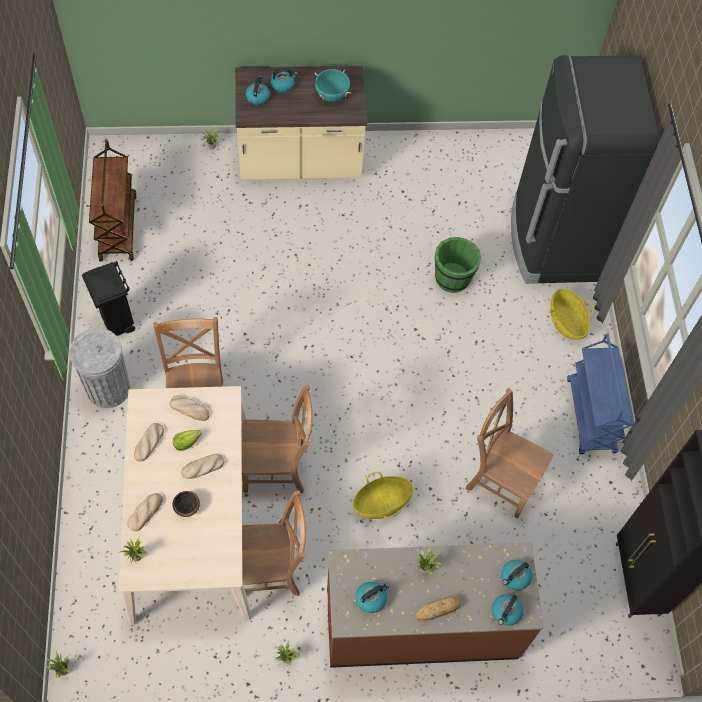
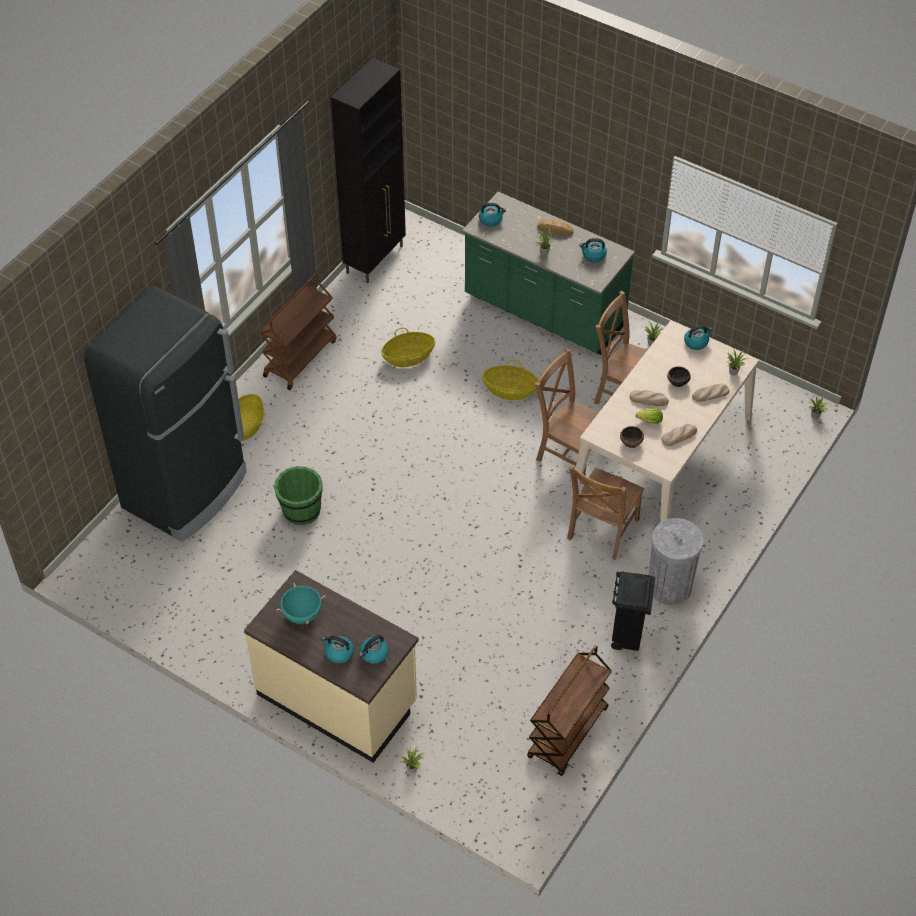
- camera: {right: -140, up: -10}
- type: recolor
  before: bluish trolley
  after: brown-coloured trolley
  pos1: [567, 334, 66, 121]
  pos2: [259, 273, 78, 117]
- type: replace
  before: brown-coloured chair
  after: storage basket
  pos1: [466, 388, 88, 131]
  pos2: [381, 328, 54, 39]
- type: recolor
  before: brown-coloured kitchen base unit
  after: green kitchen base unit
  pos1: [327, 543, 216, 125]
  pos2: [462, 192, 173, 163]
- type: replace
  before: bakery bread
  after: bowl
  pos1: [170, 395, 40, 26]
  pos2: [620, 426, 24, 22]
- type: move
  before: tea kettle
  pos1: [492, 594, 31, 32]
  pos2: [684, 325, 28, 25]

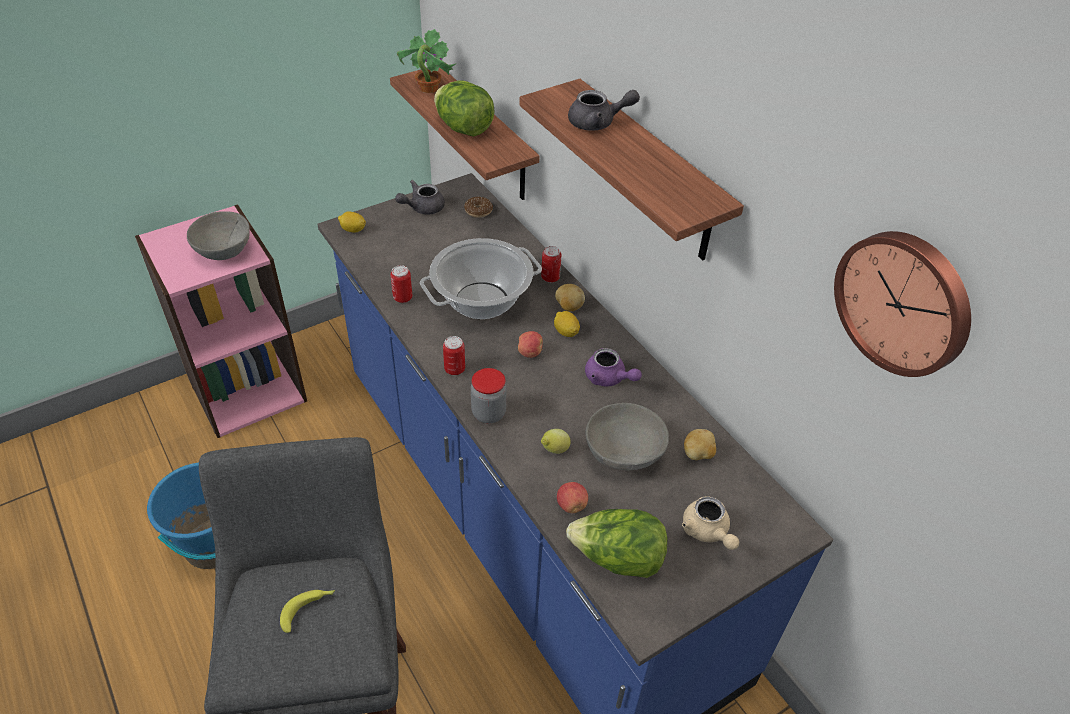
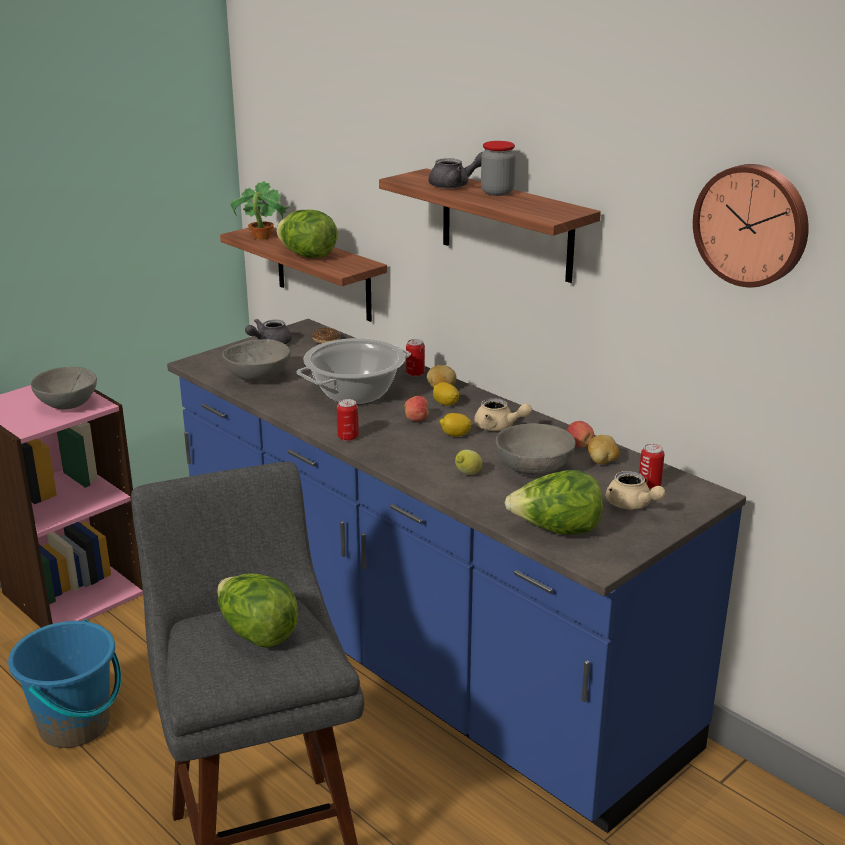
- camera: {right: -10, up: -20}
- type: replace
  before: whole banana
  after: head of lettuce
  pos1: [280, 590, 55, 43]
  pos2: [217, 573, 82, 75]
- type: insert
  after: gray bowl
  pos2: [222, 339, 68, 43]
- type: move
  before: whole lemon
  pos1: [338, 212, 28, 21]
  pos2: [440, 413, 32, 23]
- type: recolor
  before: purple-coloured tea pot
  after: sand-coloured tea pot
  pos1: [585, 348, 57, 39]
  pos2: [474, 398, 58, 33]
- type: move
  before: storage jar
  pos1: [471, 368, 36, 56]
  pos2: [481, 141, 35, 55]
- type: move
  before: apple fruit
  pos1: [557, 482, 31, 31]
  pos2: [567, 421, 27, 27]
- type: move
  before: metal can
  pos1: [390, 265, 22, 38]
  pos2: [639, 444, 26, 45]

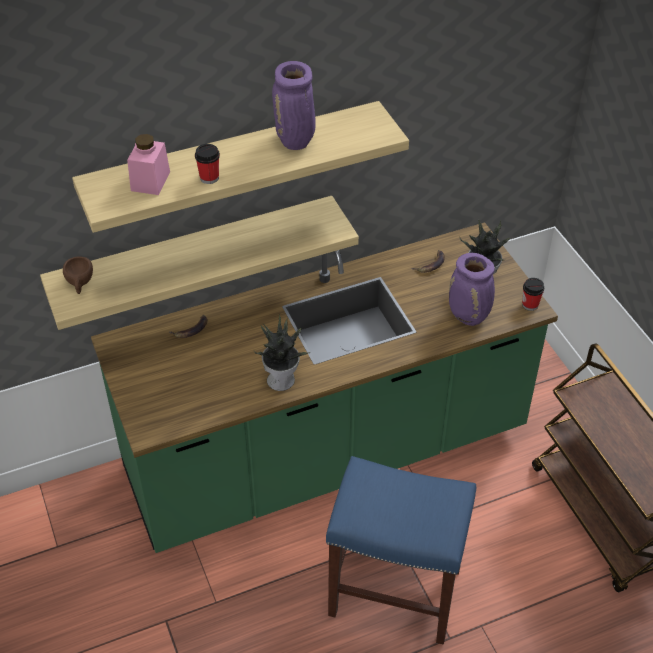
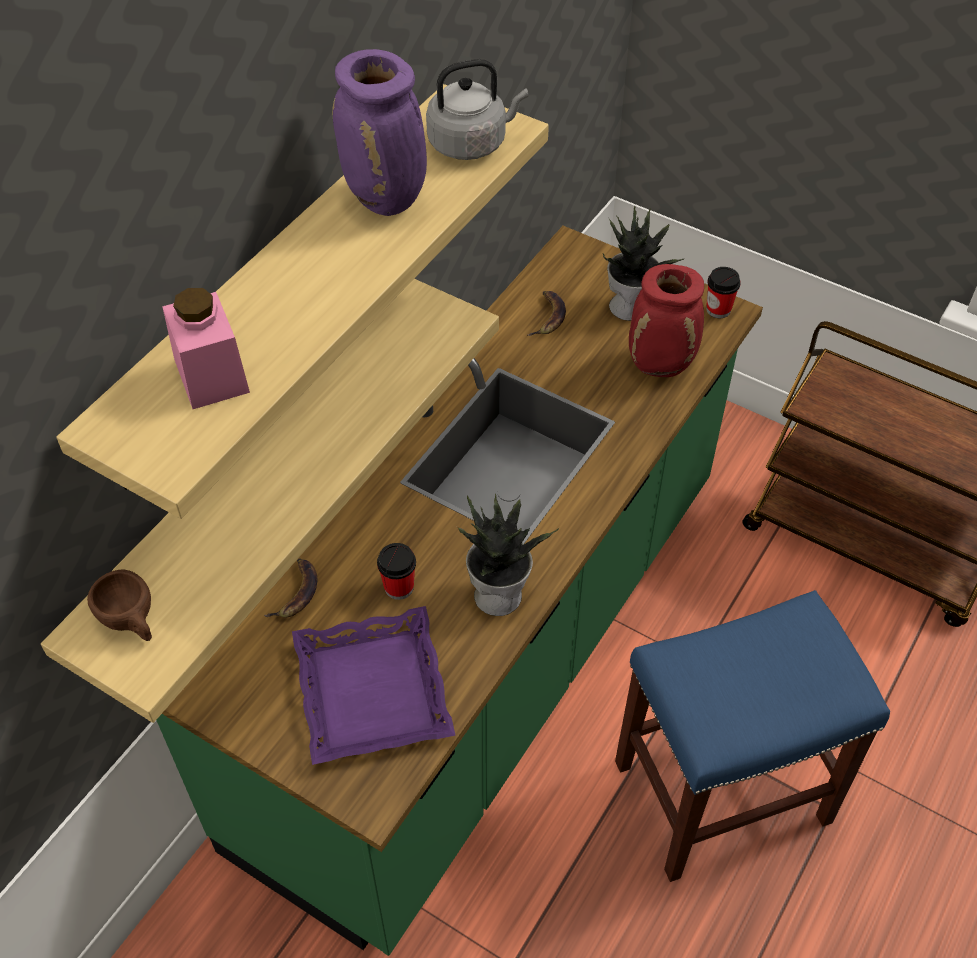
- camera: {right: -35, up: 5}
- type: insert
  after: purple-coloured tray
  pos2: [292, 606, 163, 159]
- type: move
  before: cup
  pos1: [195, 144, 25, 40]
  pos2: [377, 543, 39, 57]
- type: insert
  after: gray tea kettle
  pos2: [426, 59, 102, 101]
- type: recolor
  before: purple-coloured vase
  after: red vase
  pos1: [449, 253, 46, 73]
  pos2: [629, 264, 75, 113]

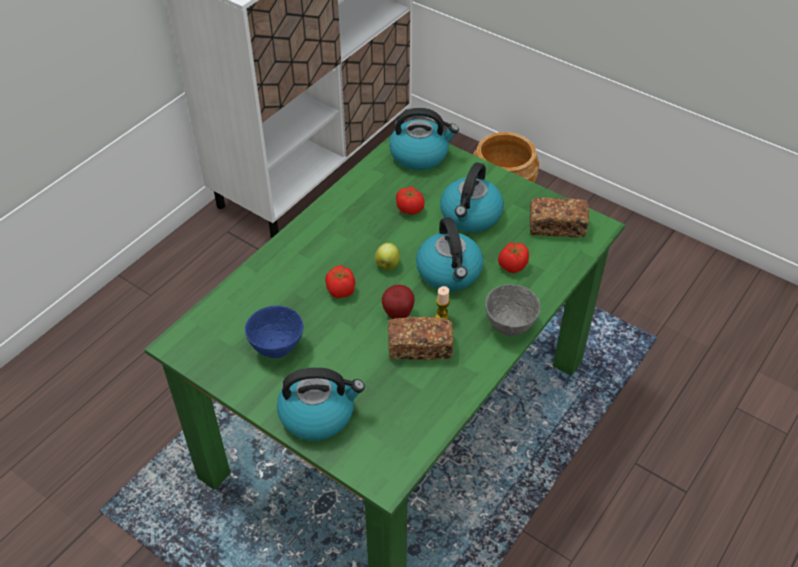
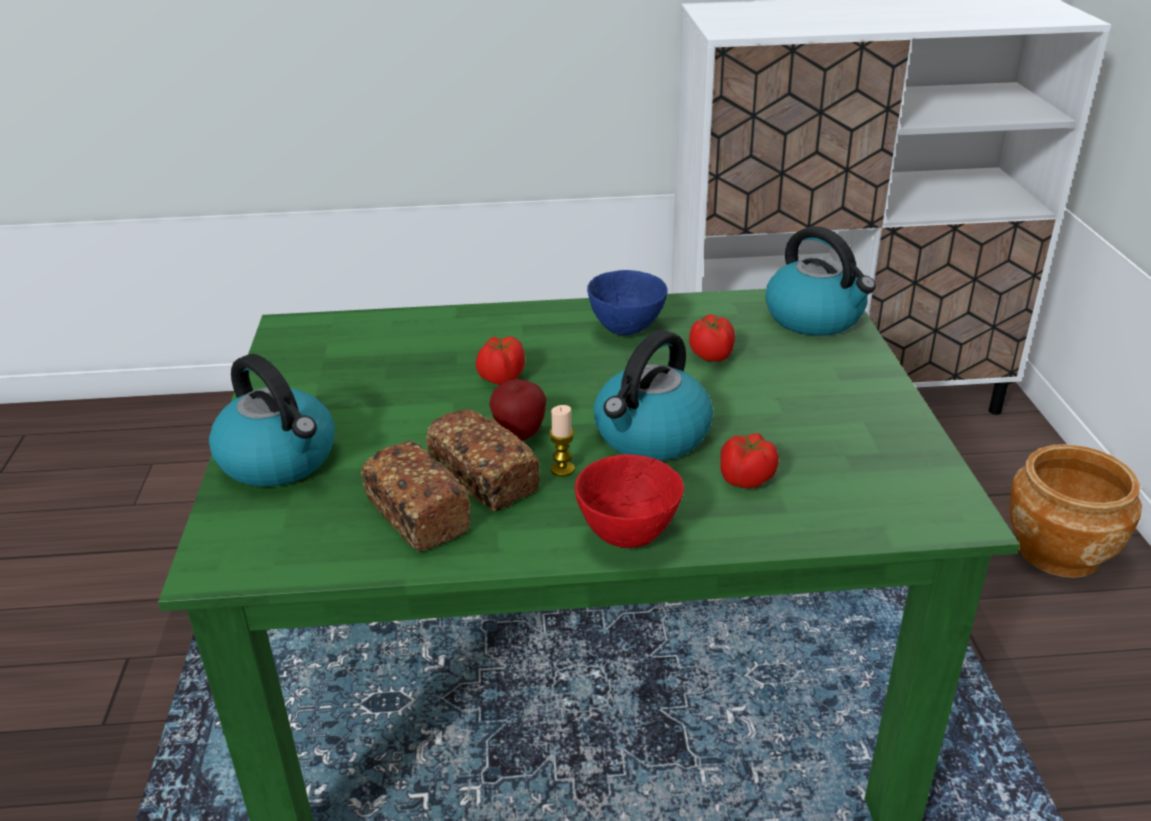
- camera: {right: 50, up: -15}
- type: move
  before: bakery bread
  pos1: [530, 197, 59, 40]
  pos2: [361, 441, 110, 110]
- type: recolor
  before: gray bowl
  after: red bowl
  pos1: [485, 284, 56, 52]
  pos2: [574, 454, 110, 94]
- type: move
  before: bluish bowl
  pos1: [245, 305, 59, 53]
  pos2: [587, 270, 81, 65]
- type: delete
  before: apple fruit
  pos1: [375, 243, 25, 27]
- type: delete
  before: tea kettle
  pos1: [440, 162, 64, 70]

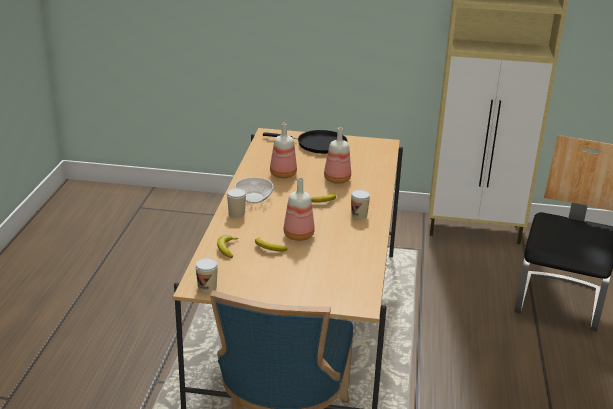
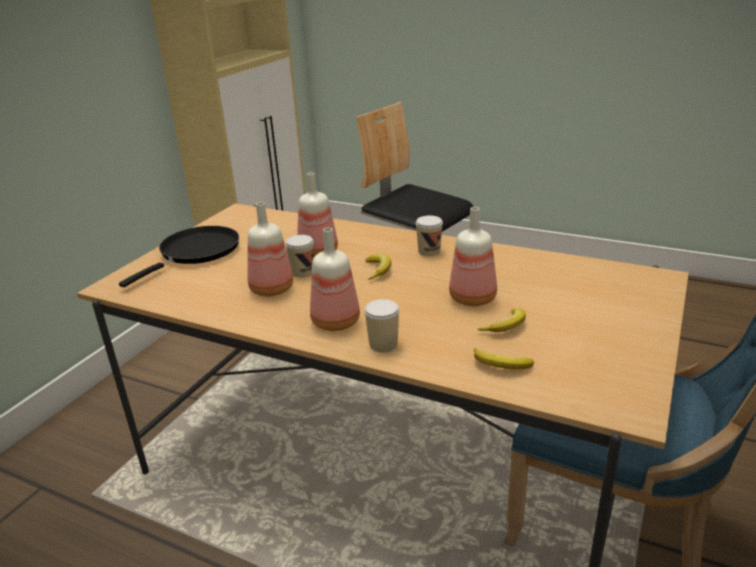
- camera: {right: -70, up: 0}
- type: move
  before: cup
  pos1: [195, 258, 23, 35]
  pos2: [285, 235, 29, 43]
- type: replace
  before: bowl
  after: drink bottle
  pos1: [235, 177, 39, 26]
  pos2: [310, 228, 50, 103]

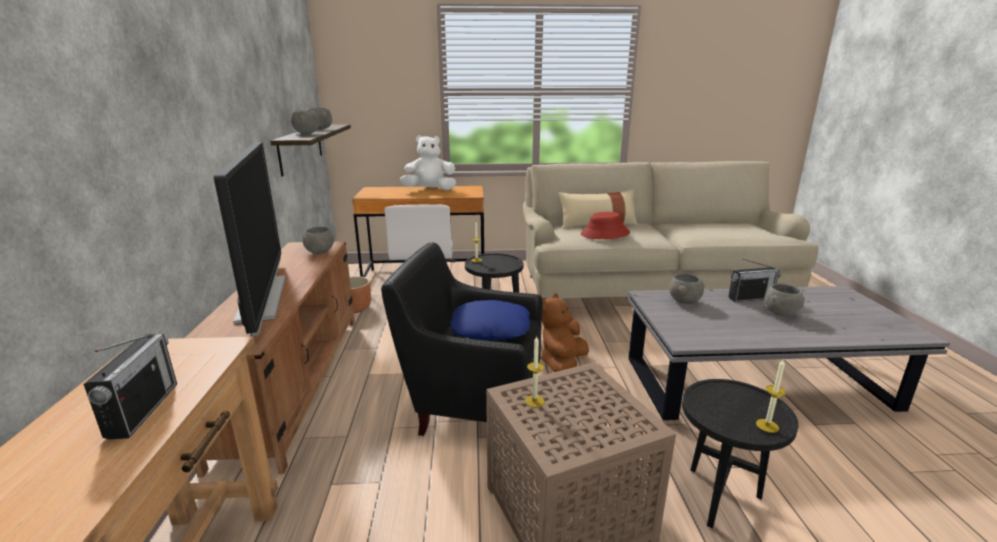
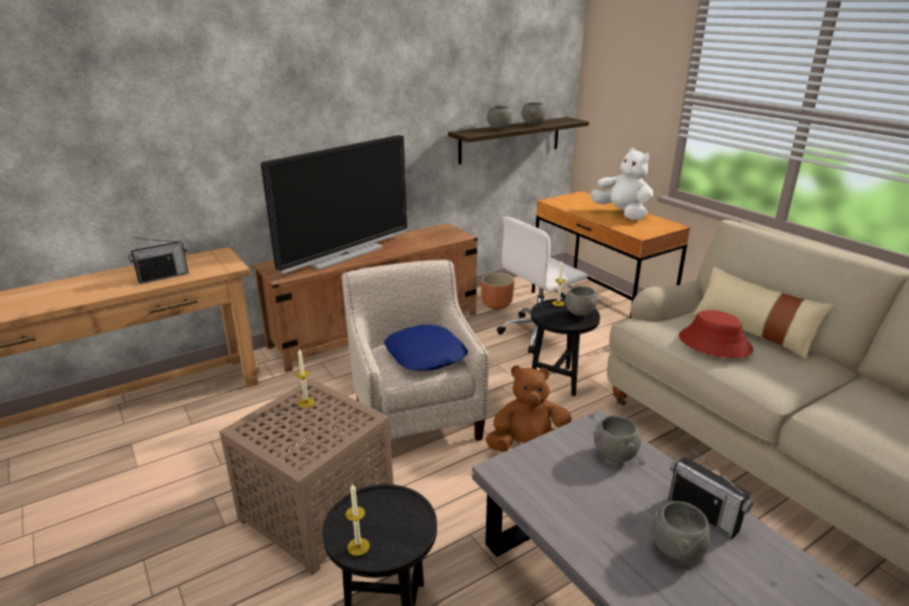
- camera: {right: 60, up: 5}
- type: recolor
  before: blackish lounge chair
  after: sand-coloured lounge chair
  pos1: [381, 242, 162, 194]
  pos2: [342, 259, 147, 182]
- type: move
  before: gray bowl
  pos1: [303, 227, 31, 27]
  pos2: [565, 286, 32, 30]

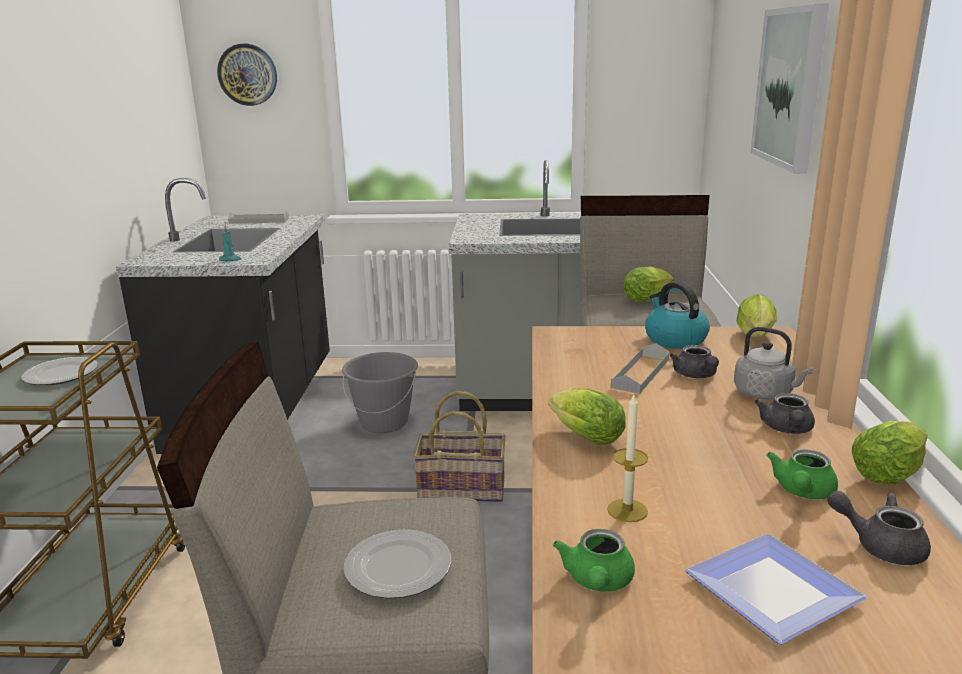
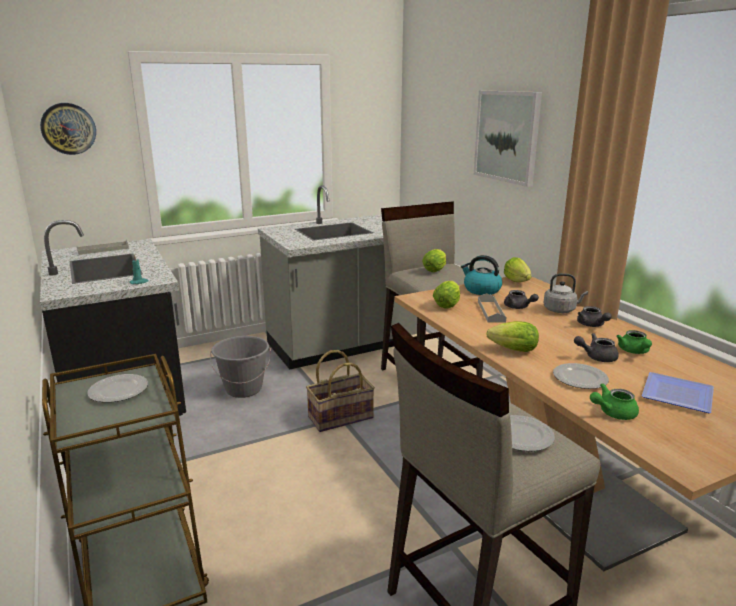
- camera: {right: -30, up: 0}
- type: move
  before: head of lettuce
  pos1: [852, 421, 75, 63]
  pos2: [433, 281, 27, 28]
- type: replace
  before: wax candle
  after: flat dish
  pos1: [607, 395, 41, 127]
  pos2: [553, 363, 56, 26]
- type: move
  before: gray tea pot
  pos1: [827, 491, 104, 74]
  pos2: [574, 333, 45, 29]
- type: rotate
  before: green tea pot
  pos1: [553, 529, 82, 63]
  pos2: [590, 383, 49, 37]
  turn: 90

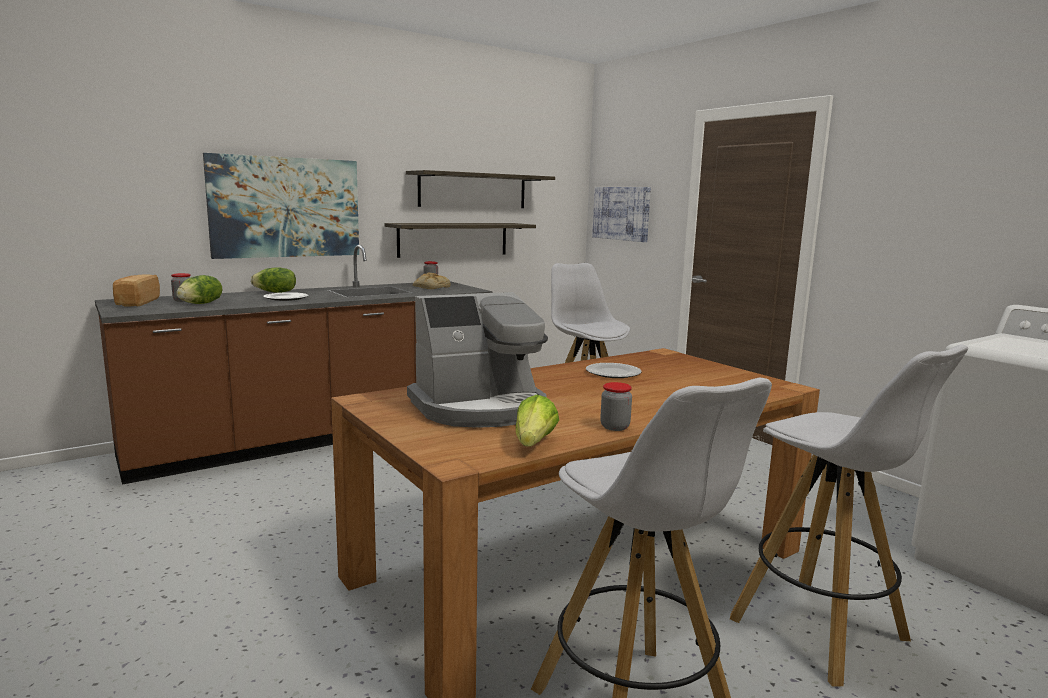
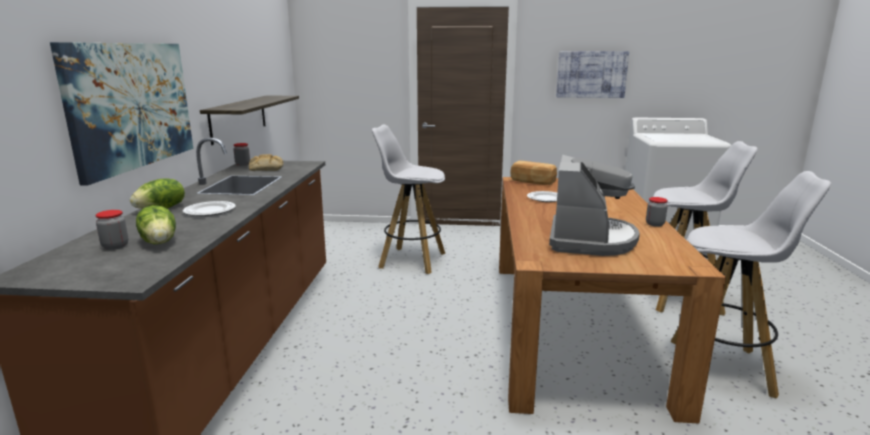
- camera: {right: -50, up: 5}
- type: move
  before: bakery bread
  pos1: [113, 275, 47, 31]
  pos2: [510, 161, 47, 24]
- type: move
  before: wall picture
  pos1: [592, 187, 59, 55]
  pos2: [556, 51, 73, 47]
- type: delete
  before: shelf
  pos1: [406, 170, 149, 38]
- type: delete
  before: head of lettuce
  pos1: [516, 394, 43, 53]

